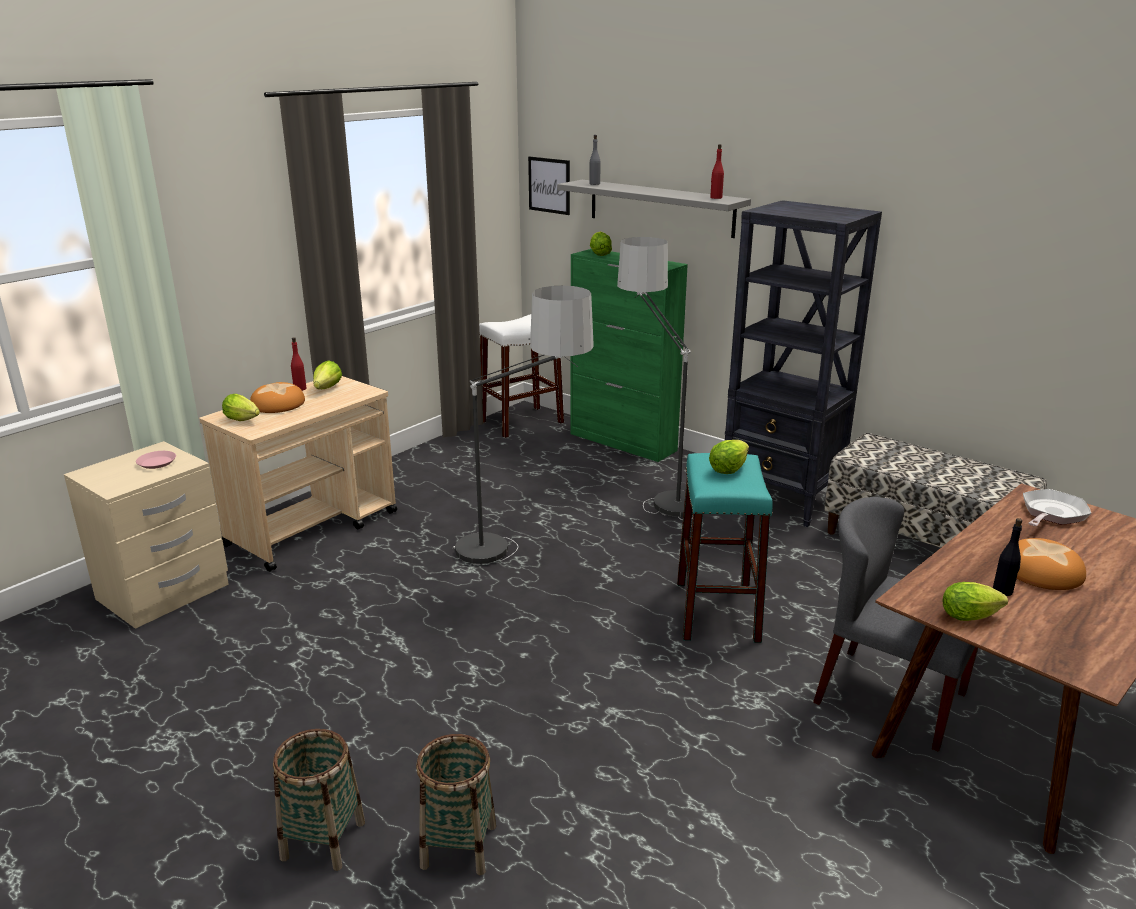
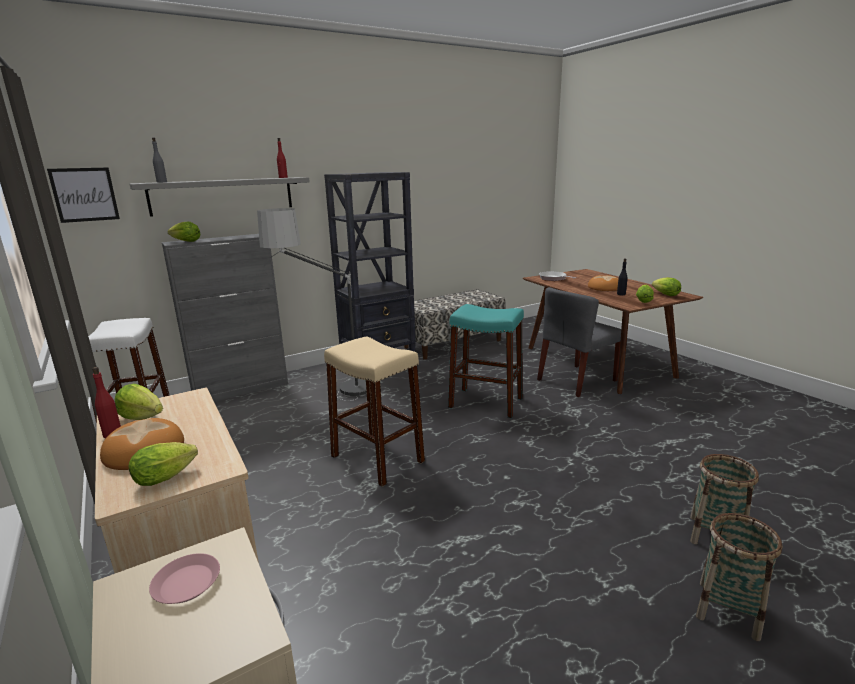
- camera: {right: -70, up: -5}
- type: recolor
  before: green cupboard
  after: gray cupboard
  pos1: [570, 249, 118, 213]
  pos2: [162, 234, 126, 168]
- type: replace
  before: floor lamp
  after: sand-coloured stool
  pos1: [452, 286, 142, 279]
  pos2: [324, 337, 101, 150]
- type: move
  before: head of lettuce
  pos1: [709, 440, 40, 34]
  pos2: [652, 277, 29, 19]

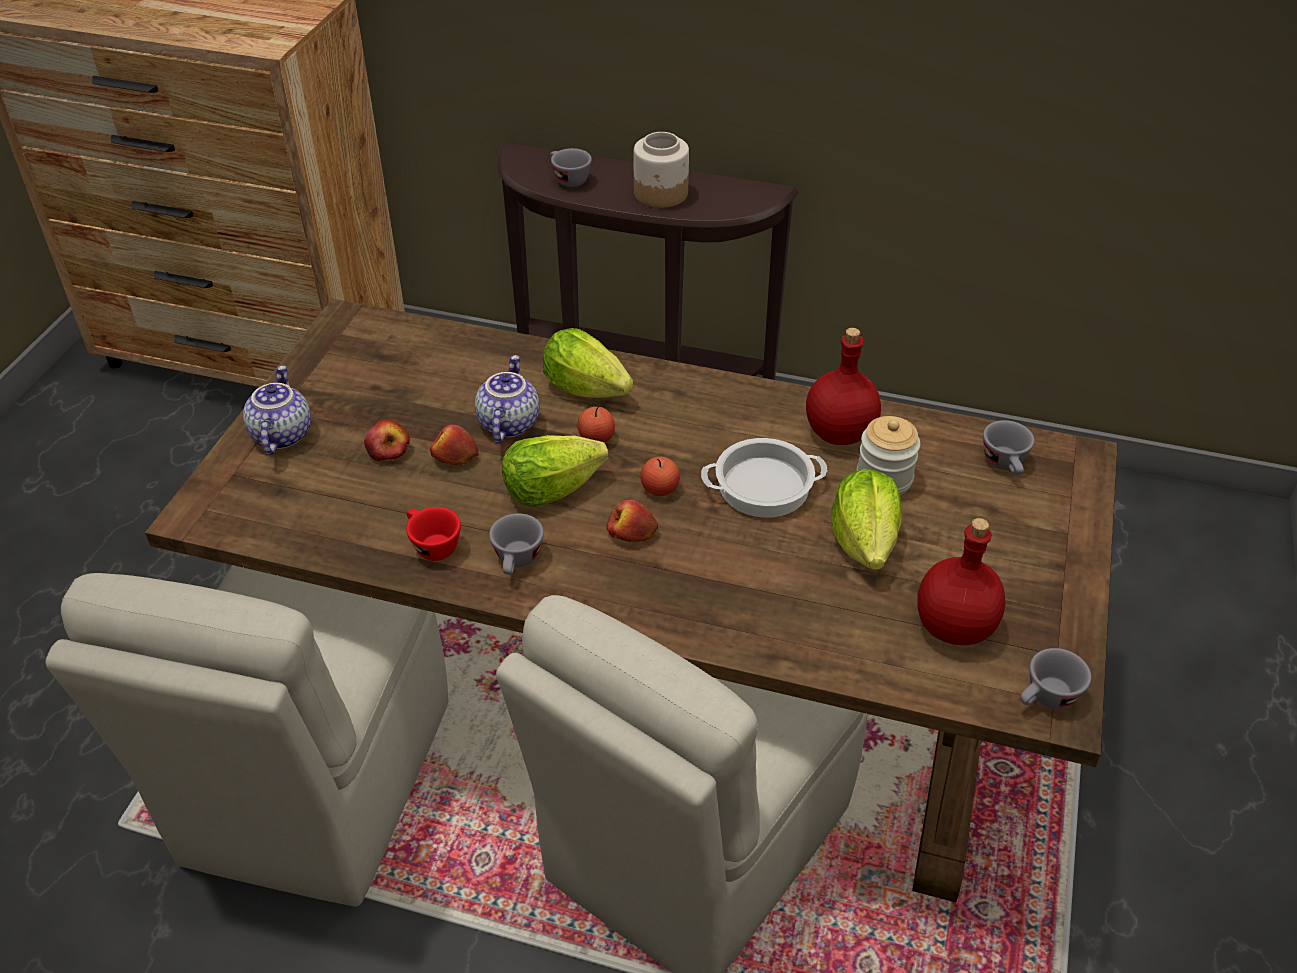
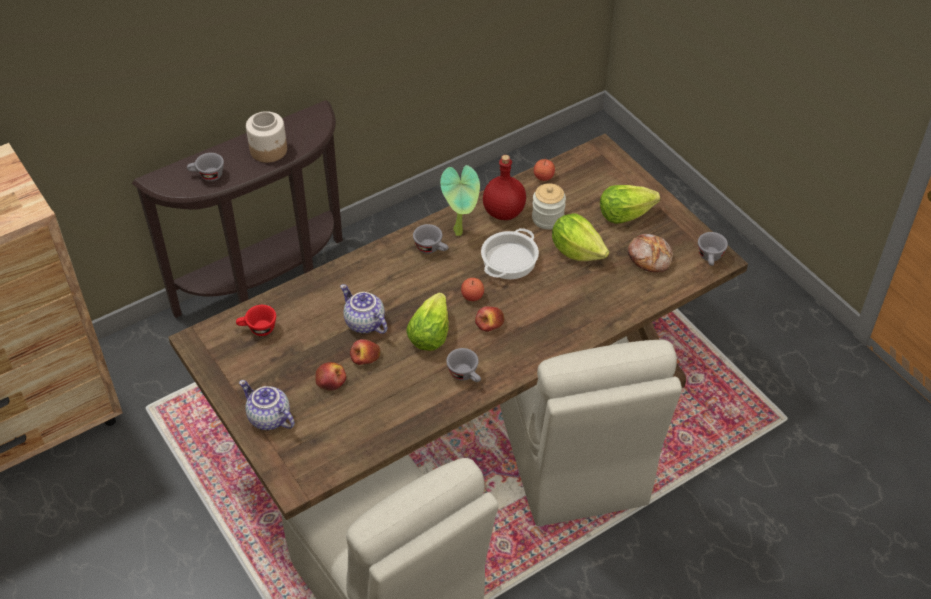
- camera: {right: -50, up: 5}
- type: move
  before: red cup
  pos1: [406, 507, 55, 54]
  pos2: [236, 305, 40, 31]
- type: move
  before: gray cup
  pos1: [983, 420, 52, 55]
  pos2: [413, 224, 36, 30]
- type: insert
  after: potted plant
  pos2: [440, 165, 40, 71]
- type: move
  before: apple fruit
  pos1: [577, 405, 38, 38]
  pos2: [534, 158, 21, 23]
- type: move
  before: head of lettuce
  pos1: [543, 328, 90, 70]
  pos2: [600, 185, 60, 39]
- type: replace
  before: red drink bottle
  after: bakery bread
  pos1: [917, 518, 89, 127]
  pos2: [628, 234, 45, 38]

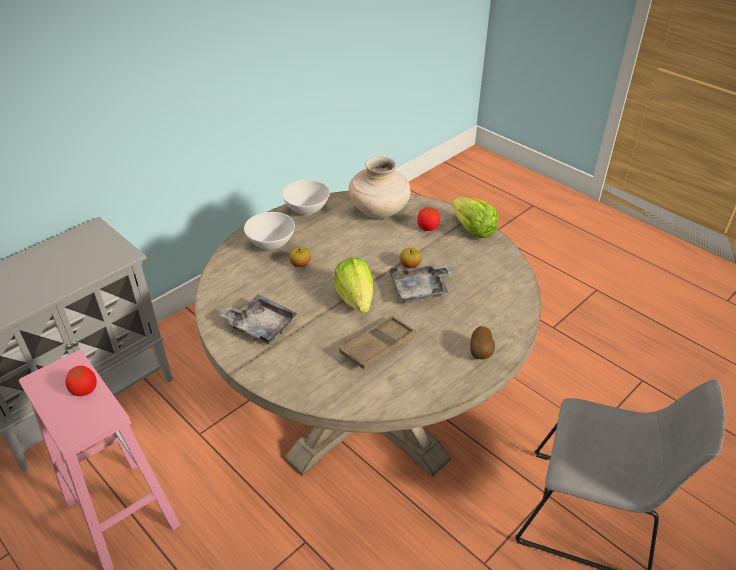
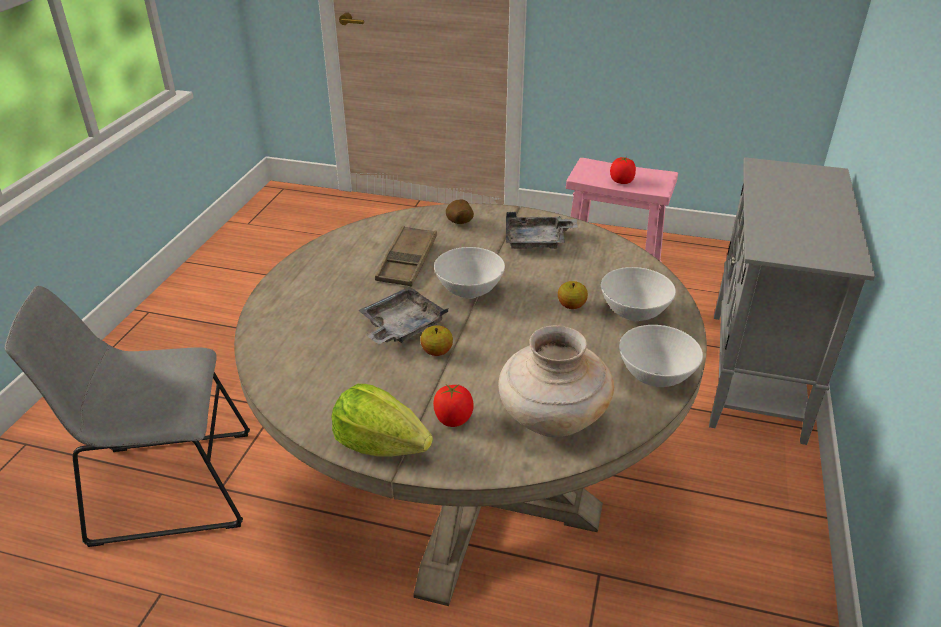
- camera: {right: 150, up: -5}
- type: replace
  before: head of lettuce
  after: whitish bowl
  pos1: [334, 257, 39, 56]
  pos2: [434, 247, 71, 52]
- type: move
  before: spud
  pos1: [470, 326, 25, 33]
  pos2: [446, 199, 28, 25]

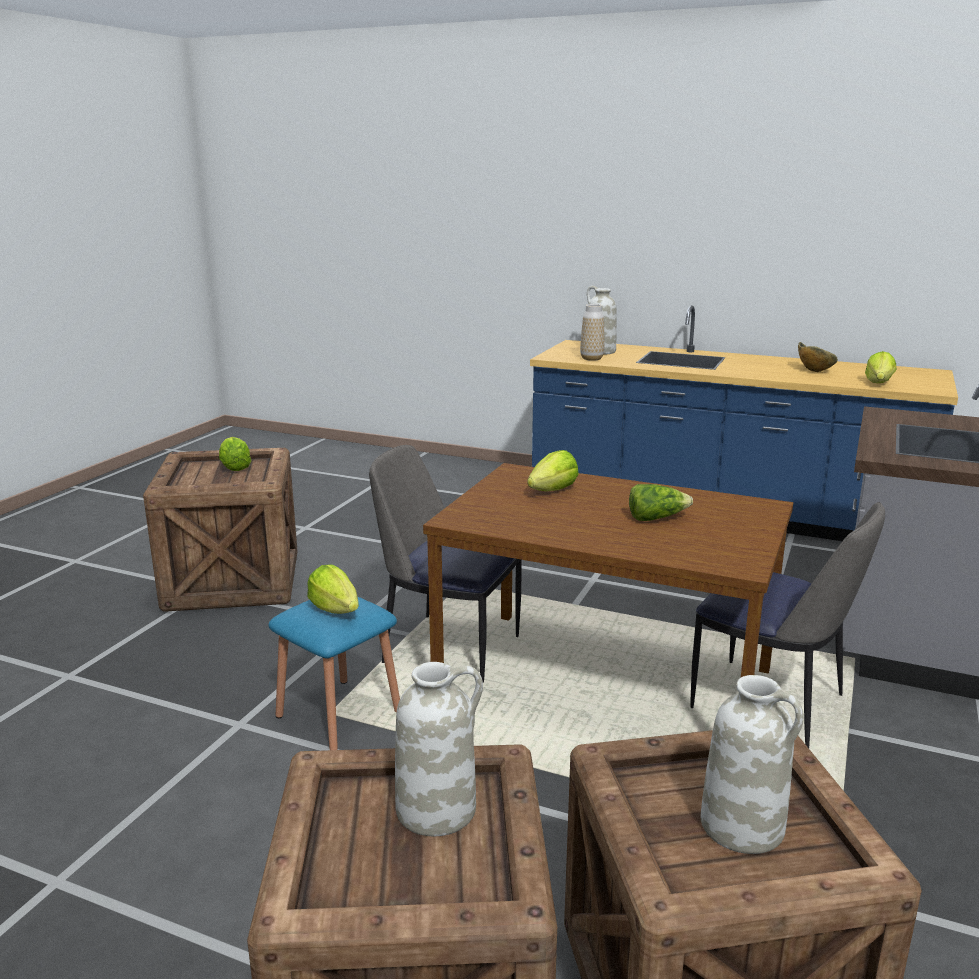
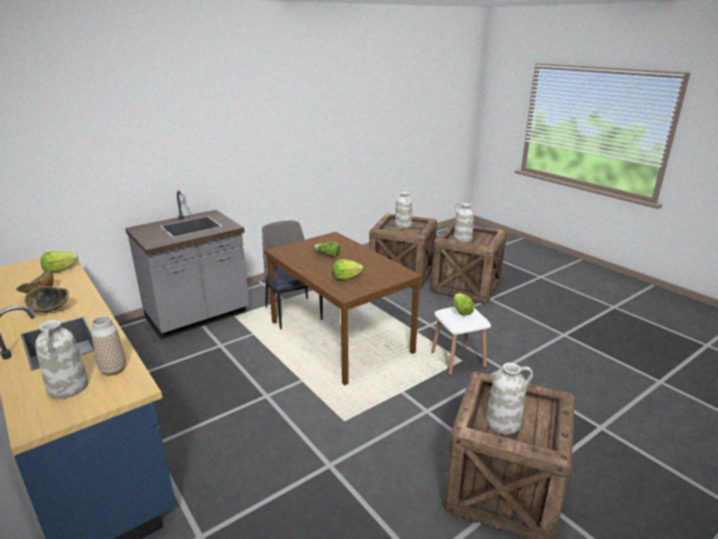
- camera: {right: -150, up: 5}
- type: insert
  after: bowl
  pos2: [24, 286, 45, 27]
- type: recolor
  before: bluish stool
  after: whitish stool
  pos1: [269, 596, 131, 154]
  pos2: [431, 307, 60, 69]
- type: replace
  before: head of lettuce
  after: whitish vase
  pos1: [219, 437, 32, 34]
  pos2: [486, 363, 47, 71]
- type: delete
  before: chair
  pos1: [369, 445, 153, 238]

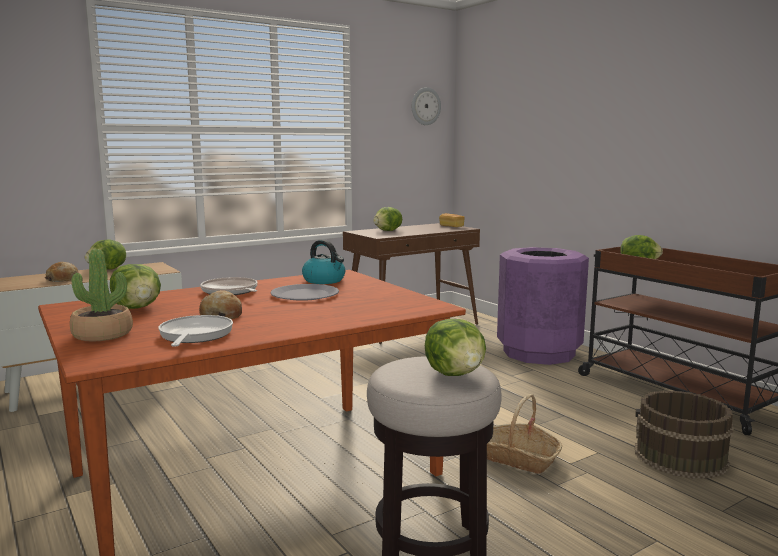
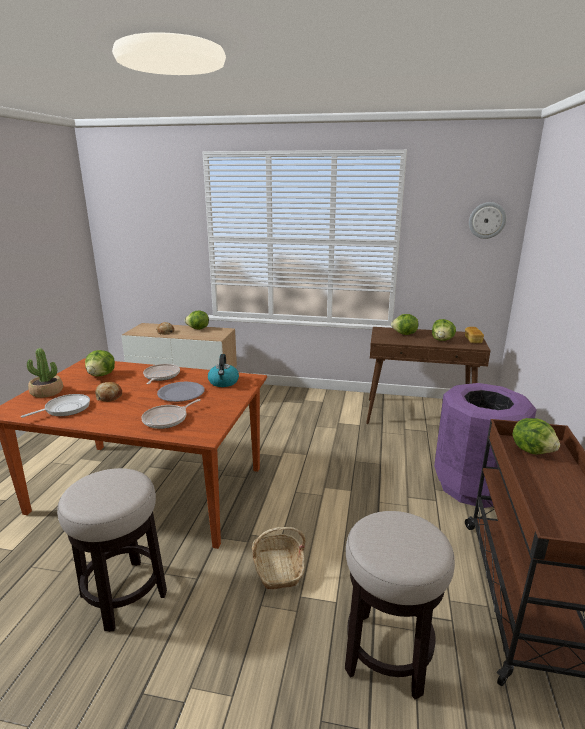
- camera: {right: 45, up: 10}
- type: insert
  after: skillet
  pos2: [141, 399, 60, 30]
- type: replace
  before: brown-coloured pail
  after: stool
  pos1: [635, 391, 99, 88]
  pos2: [345, 511, 110, 189]
- type: move
  before: head of lettuce
  pos1: [425, 319, 61, 57]
  pos2: [432, 319, 24, 22]

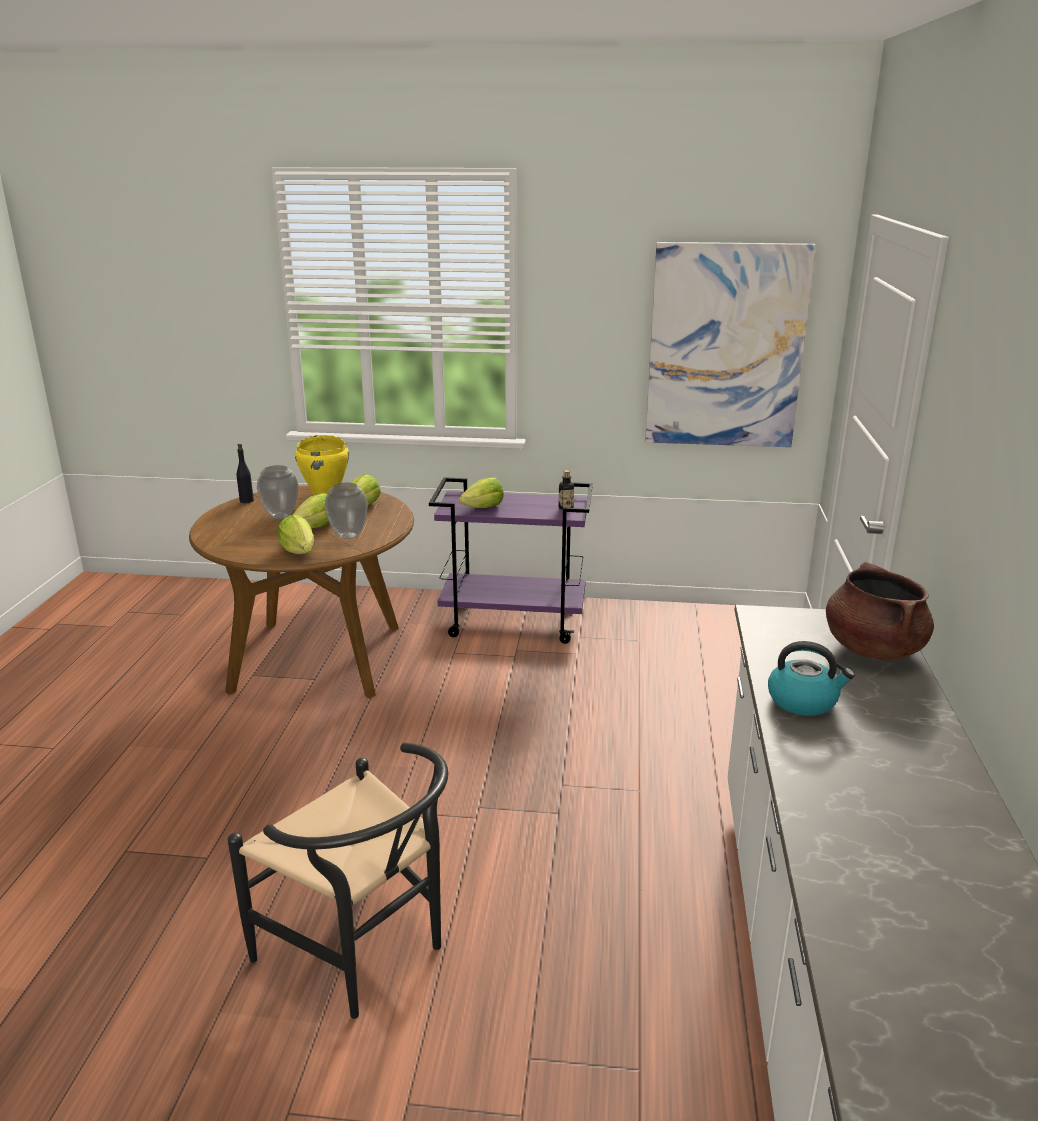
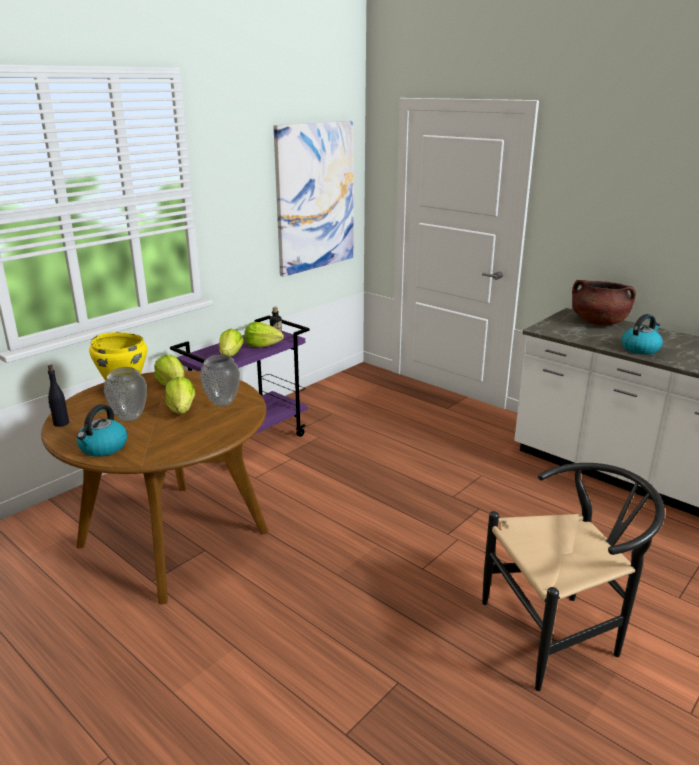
- camera: {right: -55, up: 0}
- type: insert
  after: tea kettle
  pos2: [77, 404, 50, 53]
- type: move
  before: head of lettuce
  pos1: [278, 515, 36, 39]
  pos2: [244, 322, 40, 26]

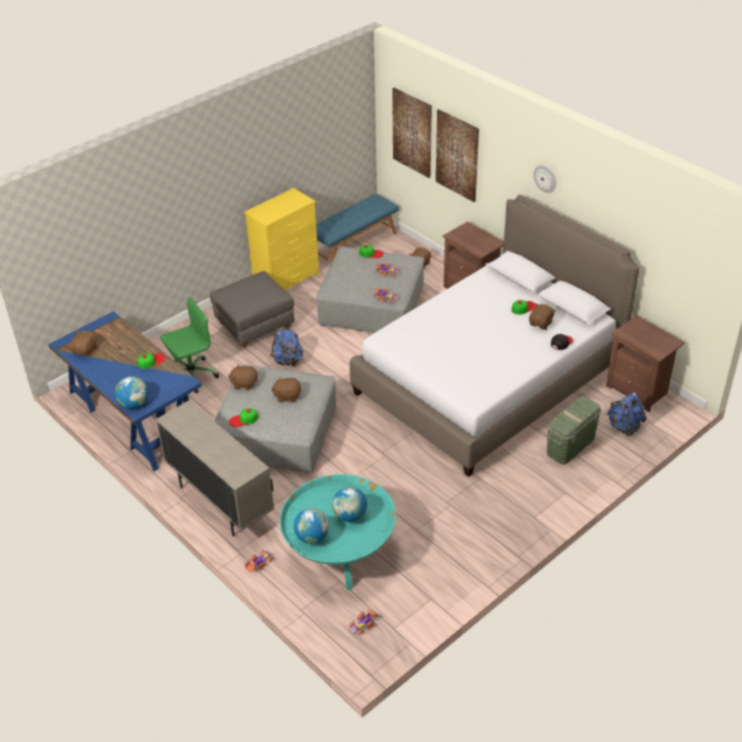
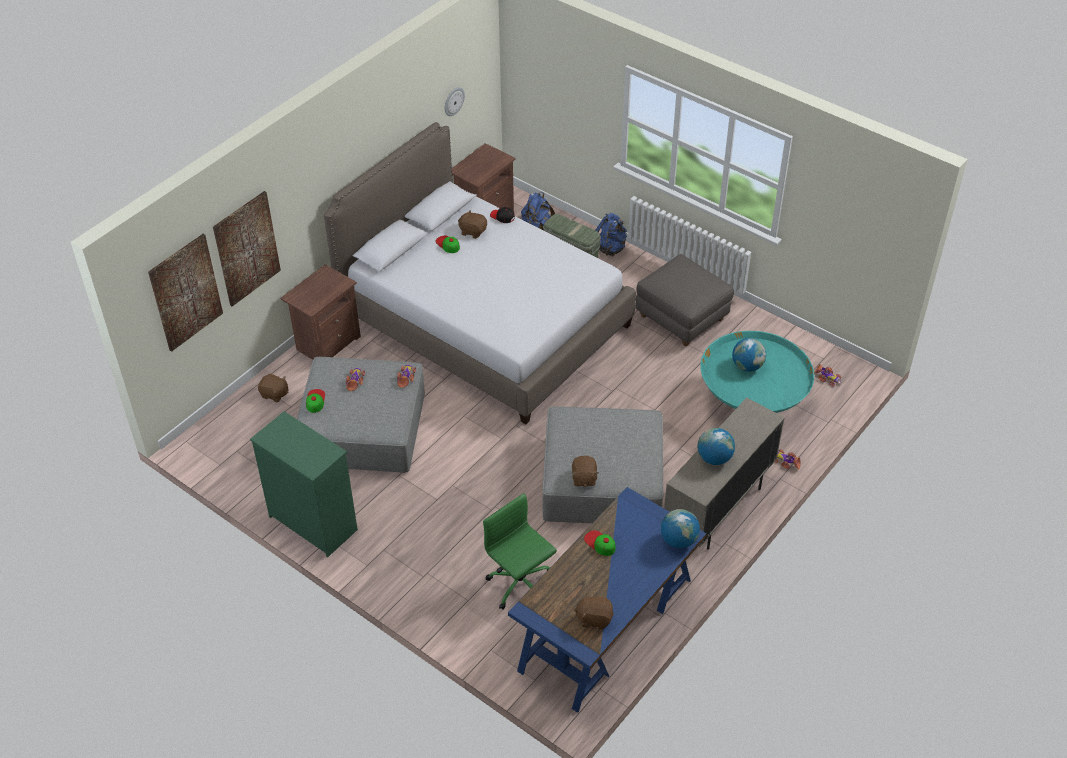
- camera: {right: -100, up: 5}
- type: recolor
  before: yellow-coloured dresser
  after: green dresser
  pos1: [244, 188, 75, 102]
  pos2: [250, 411, 108, 146]
- type: move
  before: wall clock
  pos1: [533, 165, 23, 28]
  pos2: [445, 87, 20, 29]
- type: move
  before: bluish knapsack
  pos1: [270, 325, 33, 42]
  pos2: [595, 213, 32, 43]
- type: move
  before: gray ottoman
  pos1: [210, 271, 84, 77]
  pos2: [636, 254, 98, 92]
- type: move
  before: globe
  pos1: [294, 508, 35, 36]
  pos2: [697, 428, 38, 37]
- type: delete
  before: baseball cap
  pos1: [229, 408, 29, 19]
- type: delete
  before: brown-coloured plush toy
  pos1: [271, 376, 31, 26]
- type: delete
  before: bluish indoor bench
  pos1: [316, 194, 83, 72]

